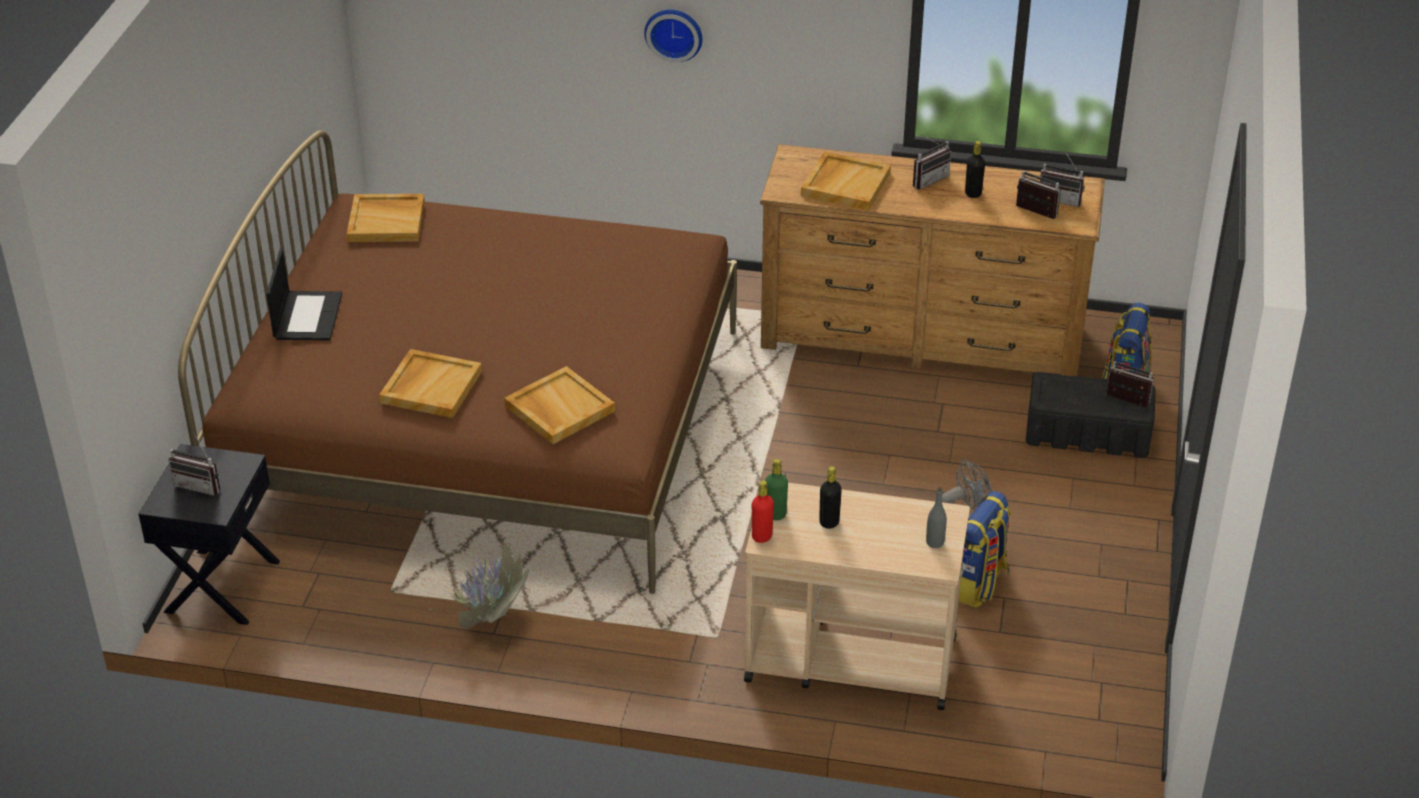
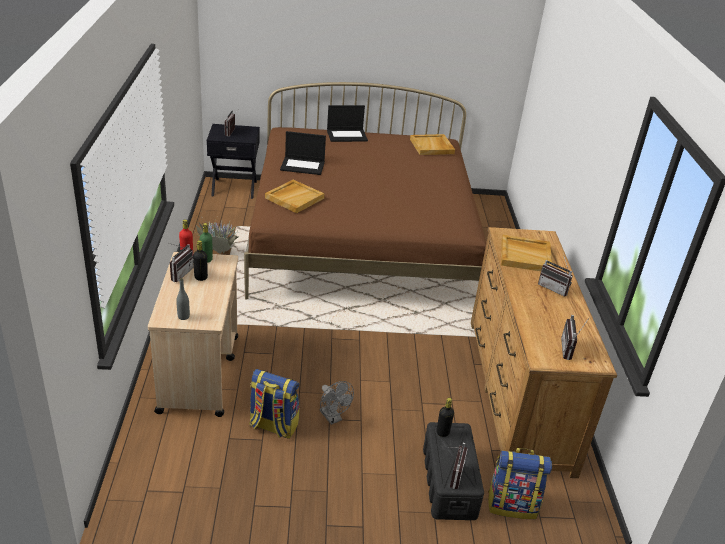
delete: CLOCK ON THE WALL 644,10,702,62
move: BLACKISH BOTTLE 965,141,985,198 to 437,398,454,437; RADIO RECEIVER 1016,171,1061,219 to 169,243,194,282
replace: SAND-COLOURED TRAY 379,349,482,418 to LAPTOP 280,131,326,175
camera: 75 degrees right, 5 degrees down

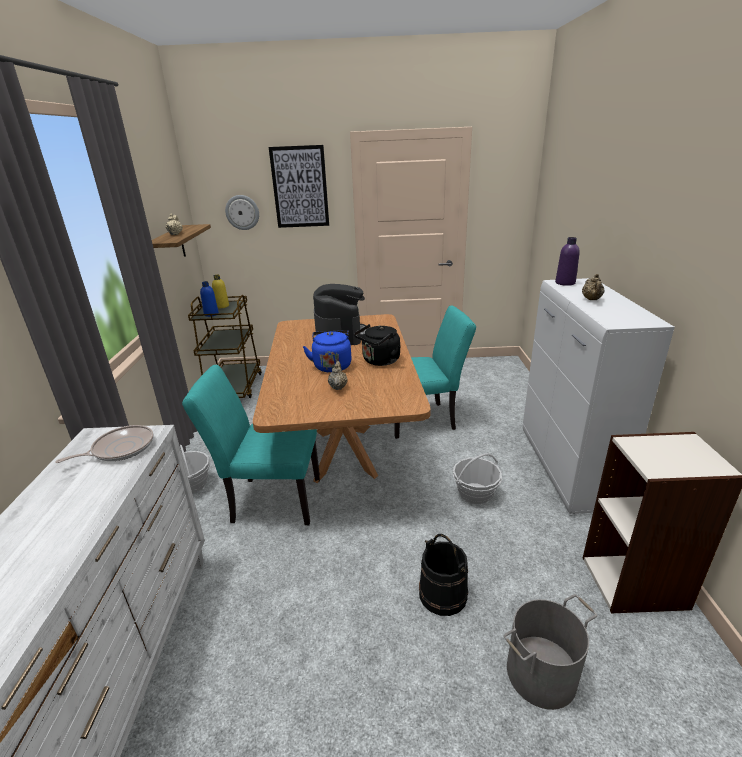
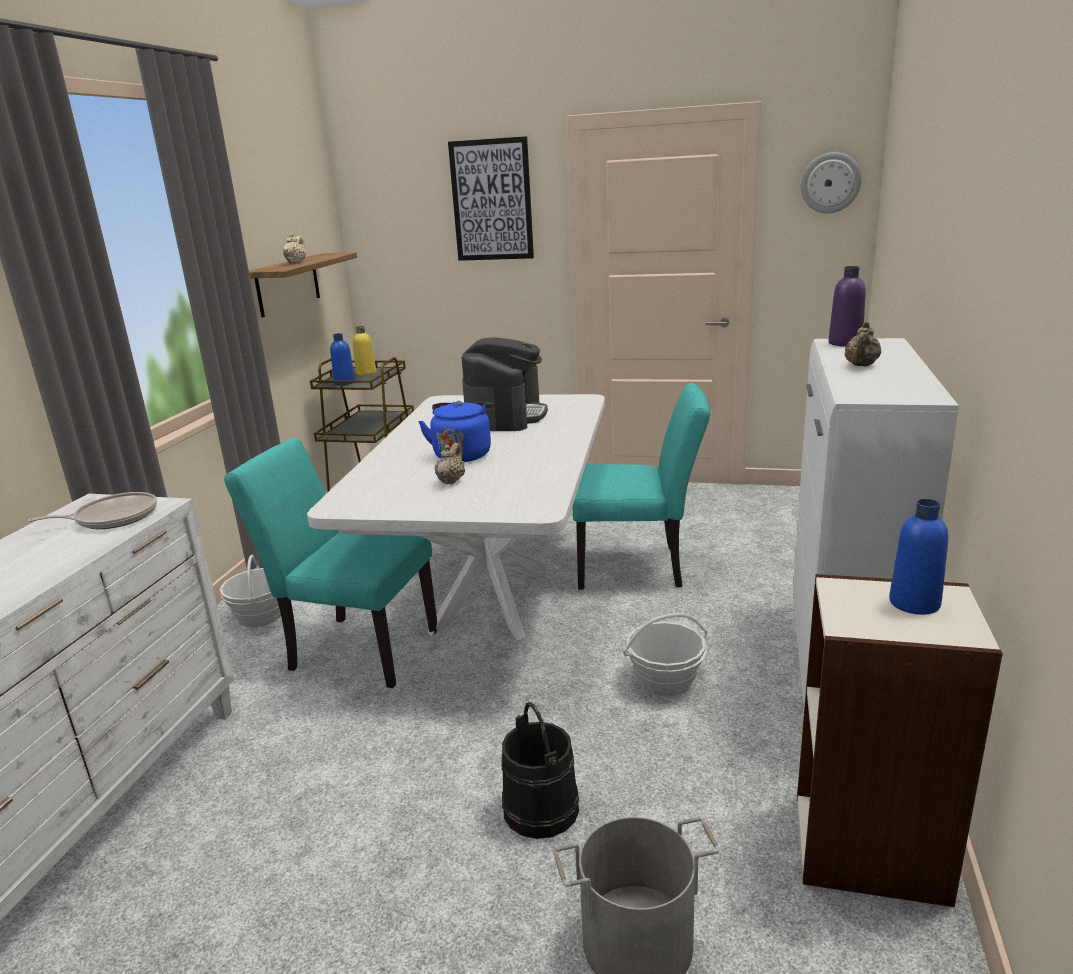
delete: BLACKISH TEA KETTLE 354,324,401,366
insert: BLUISH BOTTLE 889,499,948,615
move: CLOCK ON THE WALL 225,195,259,230 to 801,152,862,214
recolor: BROWN DINNER TABLE 253,314,431,483 to WHITE-COLOURED DINNER TABLE 307,394,605,640
camera: 15 degrees right, 5 degrees down

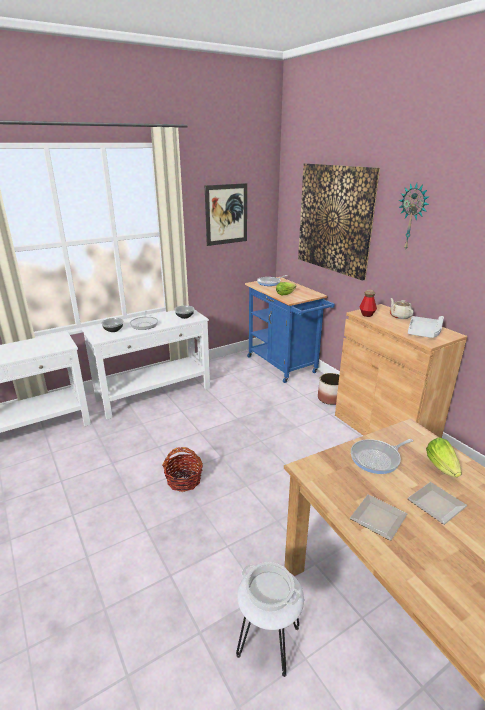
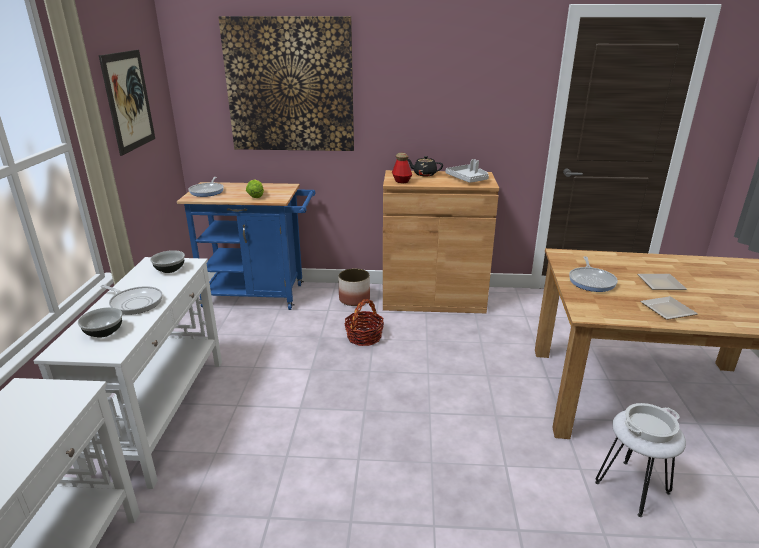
delete: CLOCK ON THE WALL 399,183,430,251; LETTUCE HEAD 426,437,462,477
move: BASKET 162,447,203,492 to 345,299,384,346
recolor: SAND-COLOURED POT FOR TEA 390,298,414,319 to BLACKISH POT FOR TEA 407,156,443,176
camera: 55 degrees left, 0 degrees up

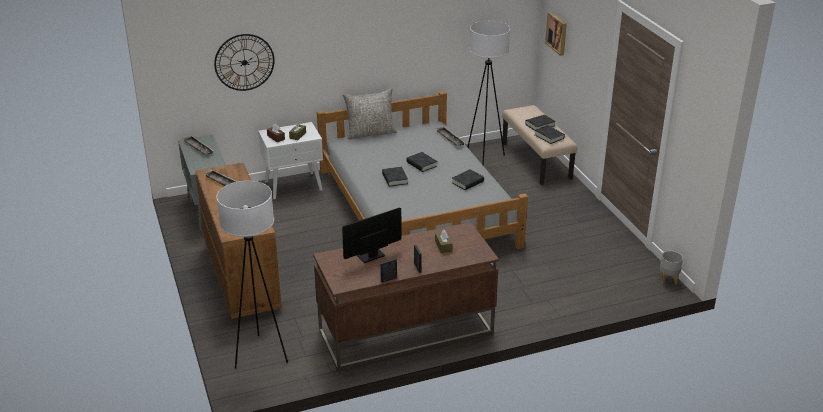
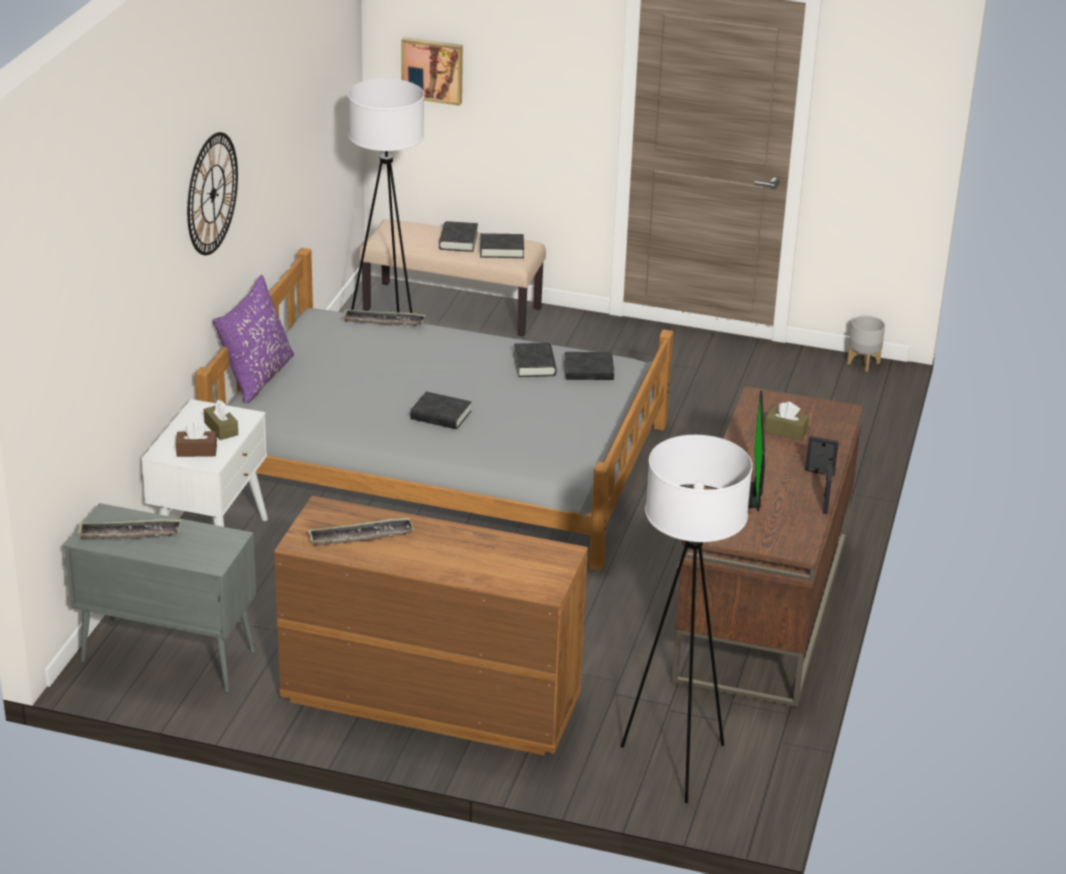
move: CLOCK ON THE WALL 214,34,275,91 to 187,132,238,255; BLACKISH BOOK 406,152,437,172 to 564,352,614,380
recolor: GREY THROW PILLOW 343,88,397,139 to PURPLISH THROW PILLOW 212,275,294,404
camera: 55 degrees left, 0 degrees up

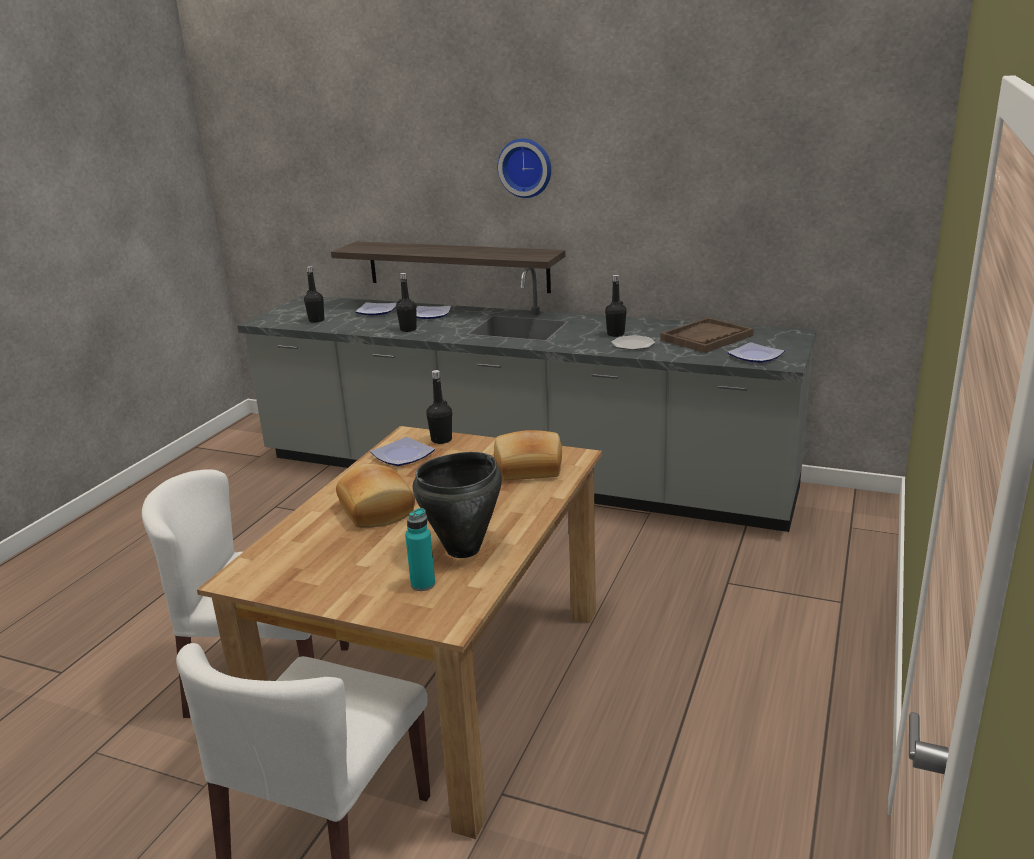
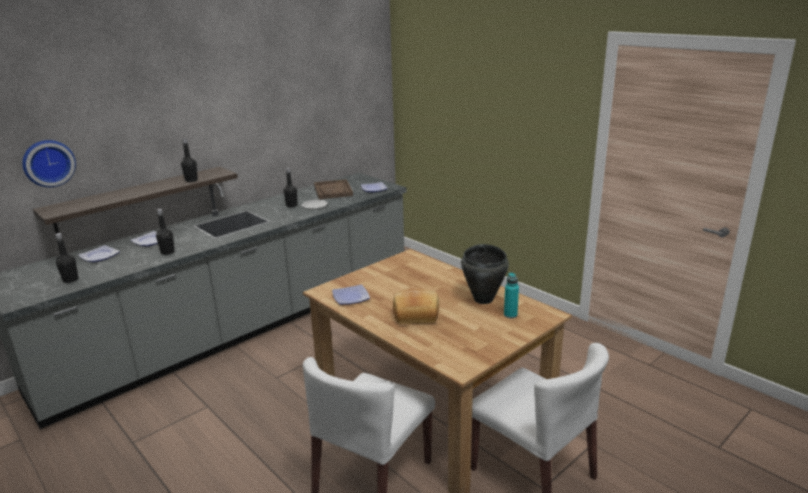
delete: BAKERY BREAD 494,430,562,480
move: CLOCK ON THE WALL 498,139,551,198 to 22,140,76,187; BLACKISH BOTTLE 426,370,452,444 to 181,138,198,182
camera: 65 degrees left, 0 degrees up

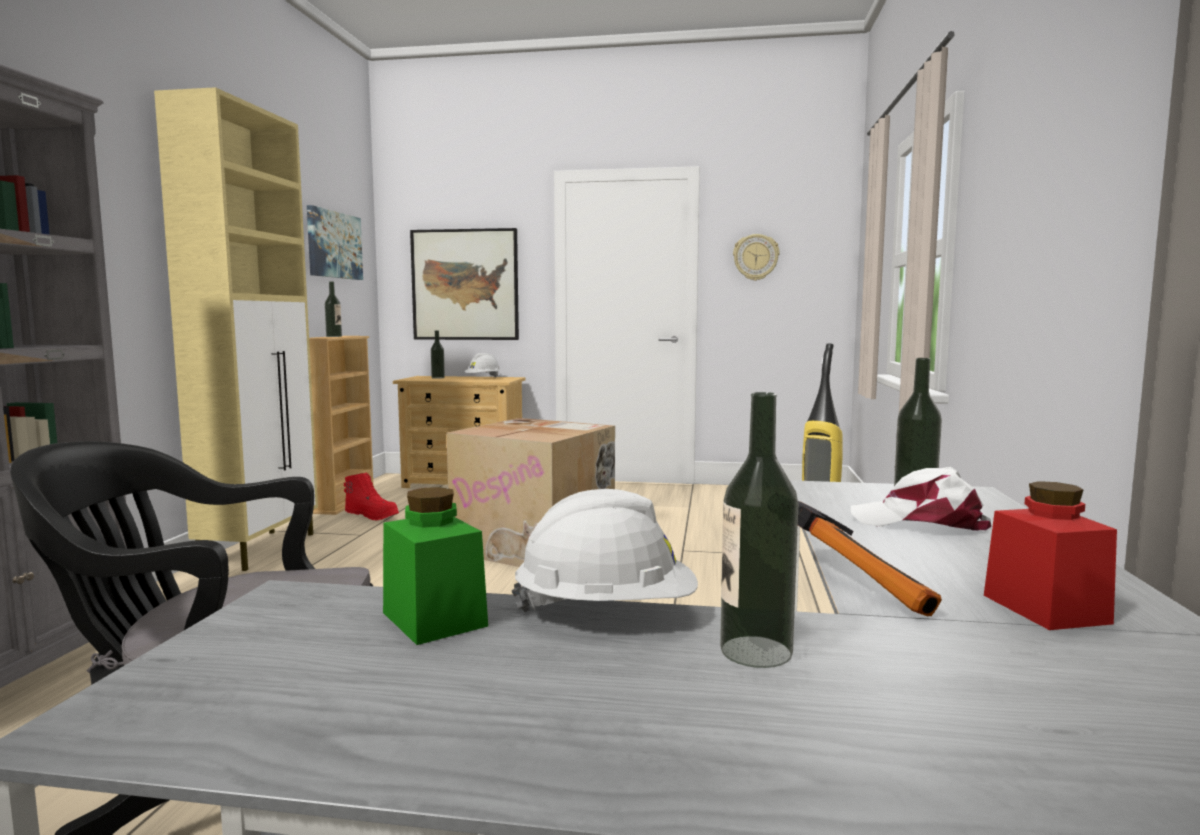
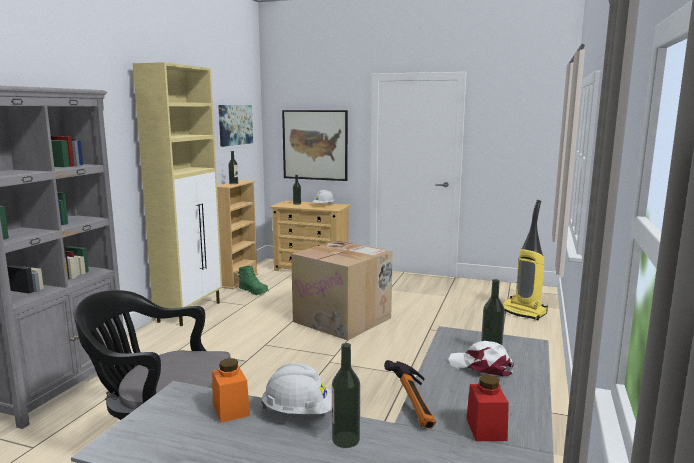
delete: CLOCK ON THE WALL 733,234,780,281
recolor: RED-COLOURED HIGH-TOP BOOT 344,472,399,521 to GREENISH HIGH-TOP BOOT 238,266,269,295; GREENISH JAR 383,487,488,645 to ORANGE-COLOURED JAR 212,358,250,423
camera: 10 degrees right, 5 degrees up

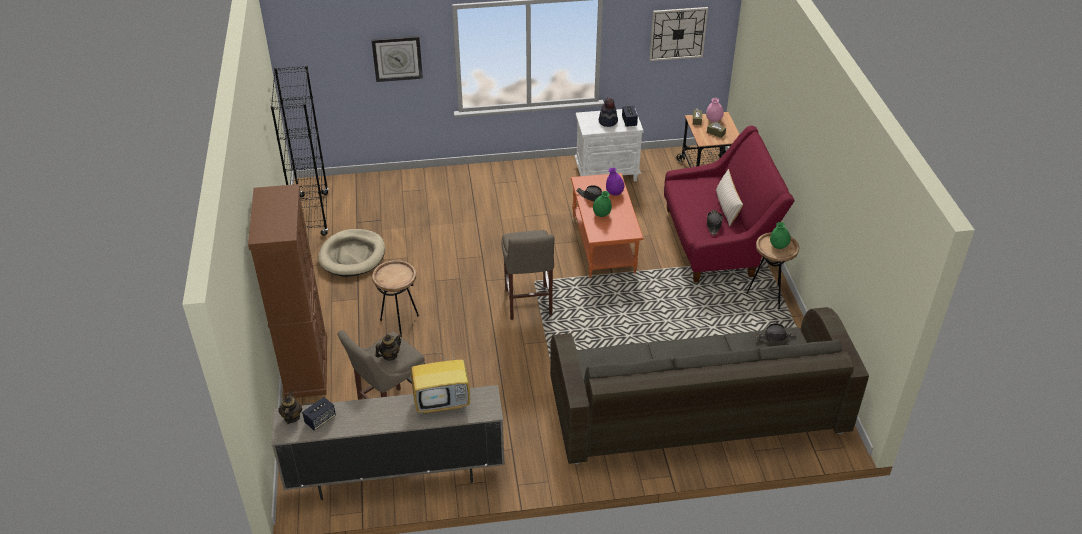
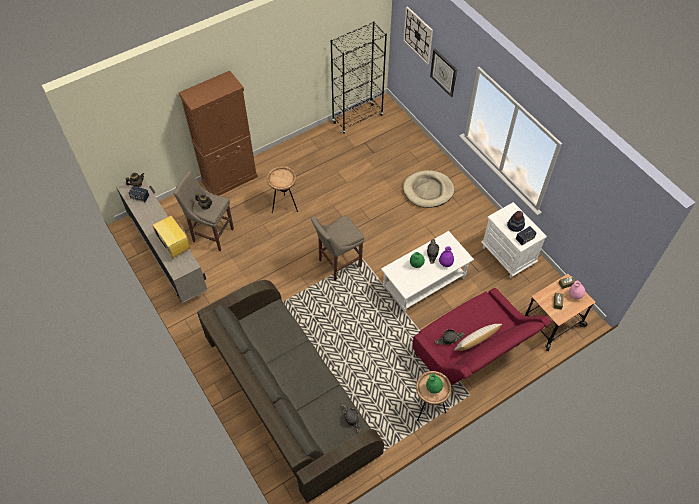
move: CLOCK ON THE WALL 649,7,708,61 to 403,6,433,64; SAND-COLOURED DOG CUSHION 318,229,385,277 to 403,170,454,208
recolor: ORANGE-COLOURED LOW TABLE 571,173,643,278 to WHITE-COLOURED LOW TABLE 381,231,474,314
camera: 65 degrees right, 15 degrees up

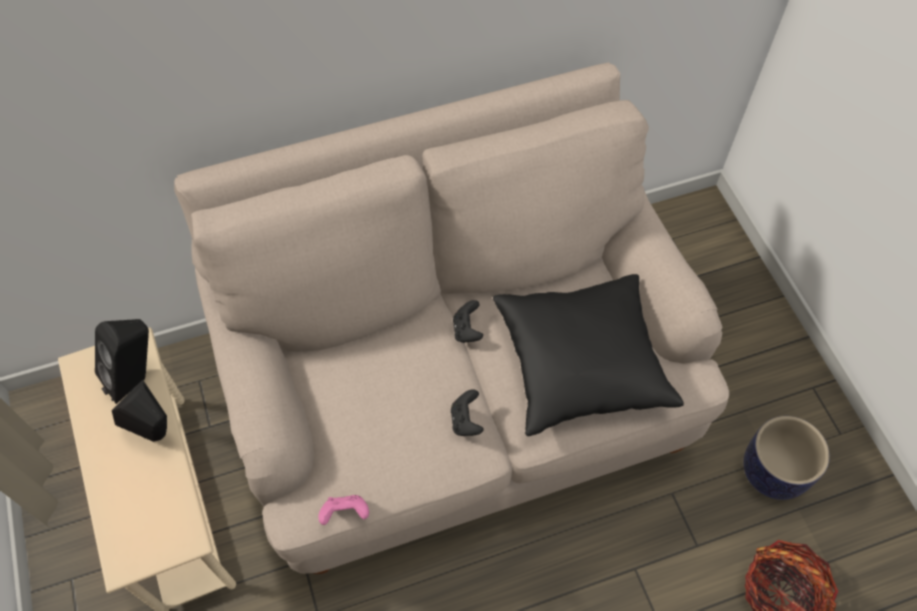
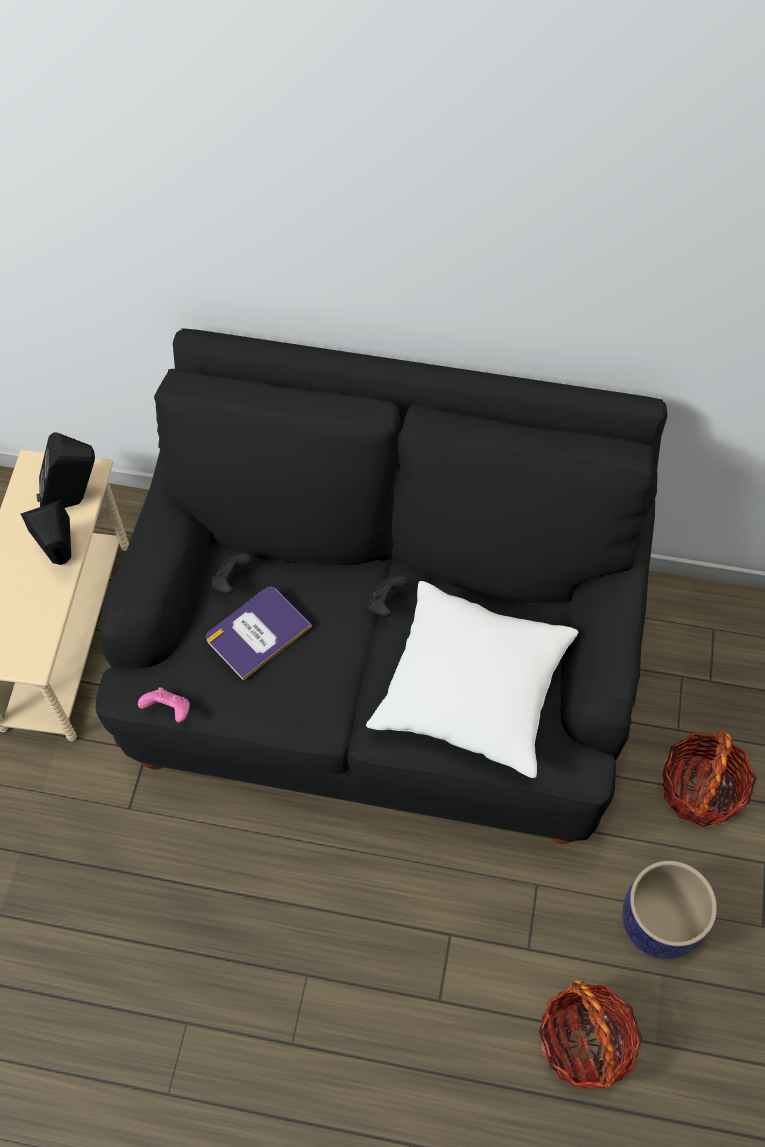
insert: BOOK 206,587,312,681; BASKET 662,729,757,827
move: BLACKISH JOYPAD 451,389,484,436 to 211,553,251,594
recolor: SAND-COLOURED COUCH 174,62,729,574 to BLACKISH COUCH 96,328,668,844; BLACKISH THROW PILLOW 493,274,684,436 to WHITE-COLOURED THROW PILLOW 366,581,579,778
camera: 30 degrees right, 0 degrees up

